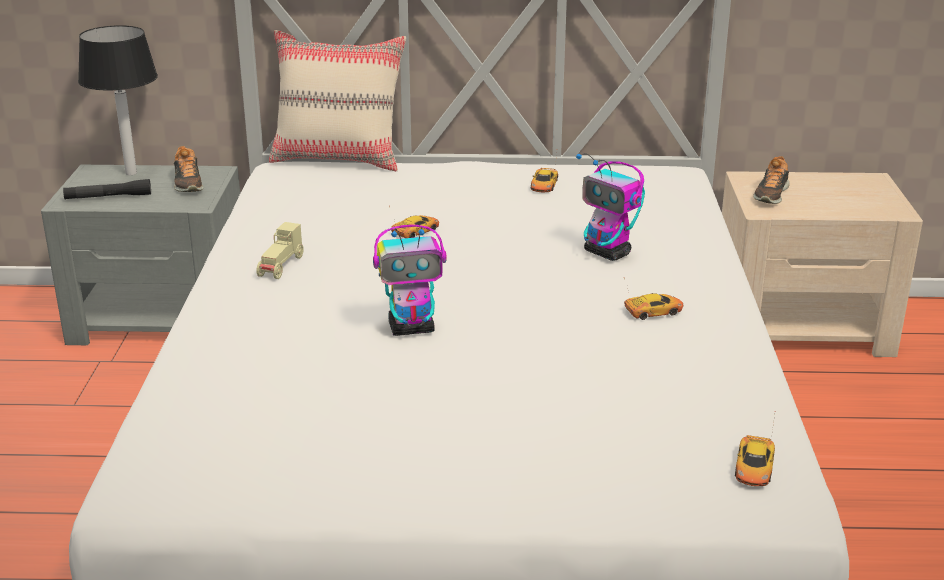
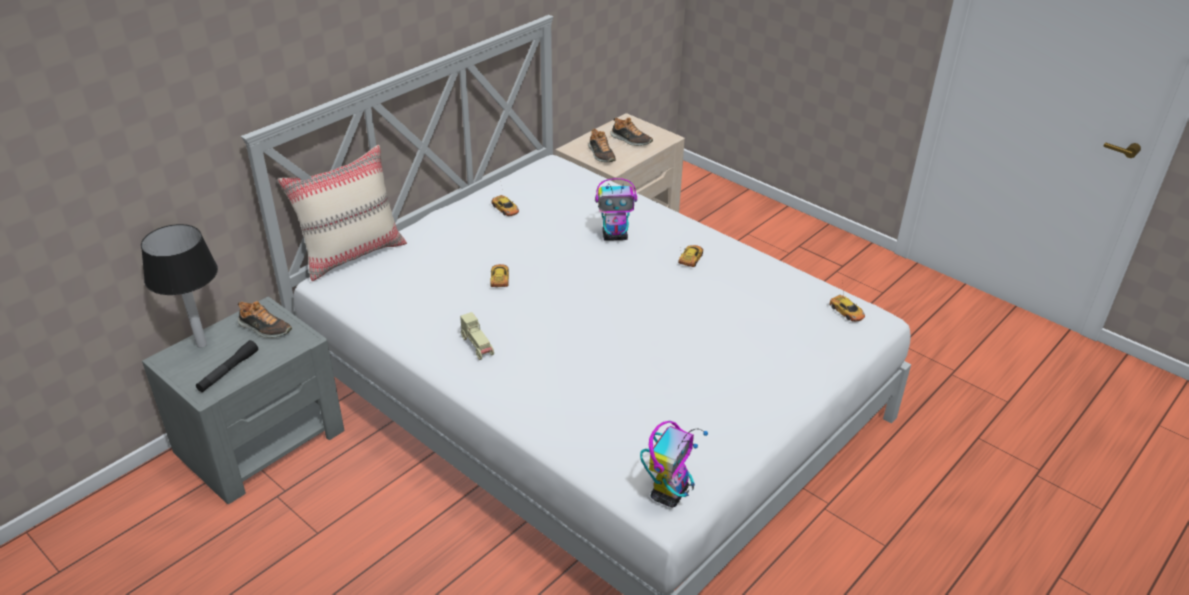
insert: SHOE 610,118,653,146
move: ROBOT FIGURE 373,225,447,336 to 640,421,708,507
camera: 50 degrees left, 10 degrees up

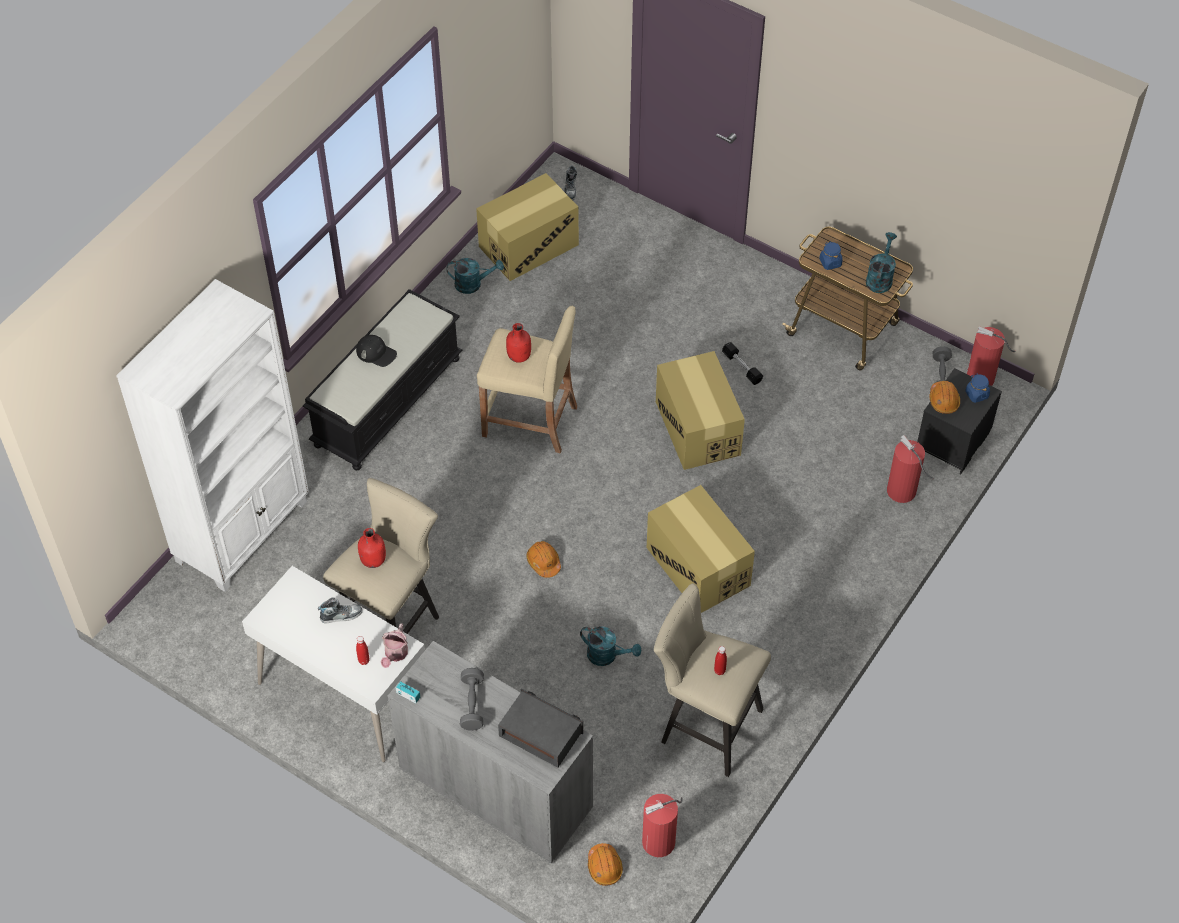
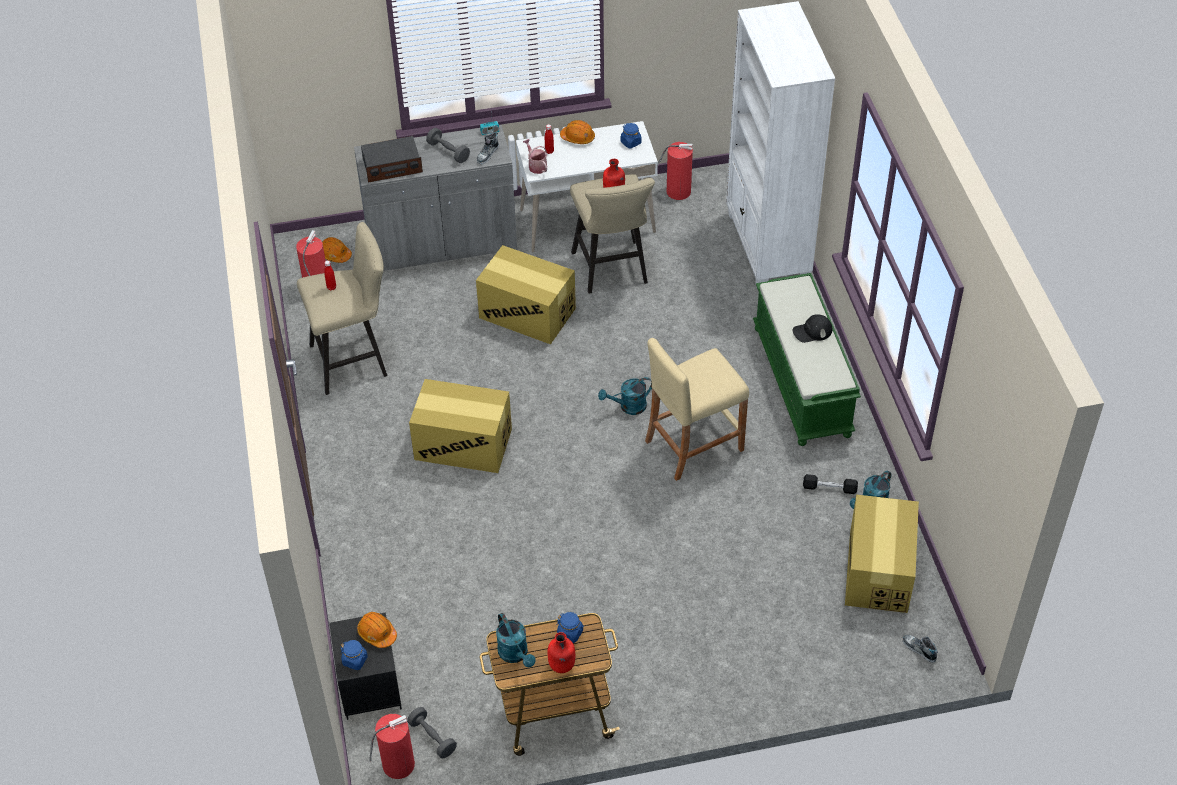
insert: BLUISH JAR 620,123,641,149
move: RED-COLOURED BOTTLE 506,323,531,363 to 548,632,575,673; BLACKISH DUMBBELL 722,342,763,385 to 803,474,858,494; CARDBOARD BOX 656,351,745,470 to 476,245,576,344; FIRE-FIGHTING CYLINDER 887,435,934,503 to 658,142,693,200; ORANGE-COLOURED HARD HAT 526,541,561,578 to 560,120,595,144; SHOE 318,597,362,623 to 477,132,499,164; TURQUOISE-COLOURED WATERING POT 580,626,641,666 to 598,377,652,415
recolor: BLACKISH BENCH 303,289,462,470 to GREENISH BENCH 753,273,861,446
camera: 135 degrees right, 5 degrees down

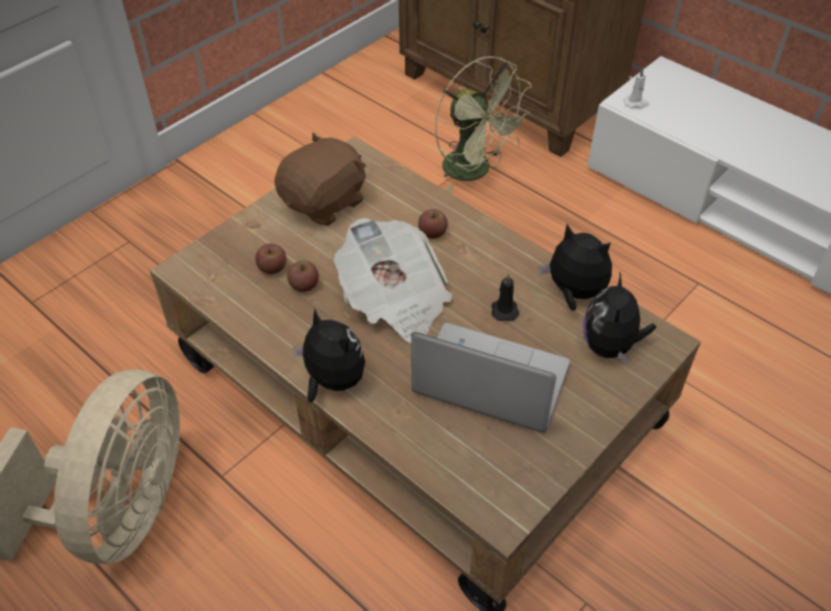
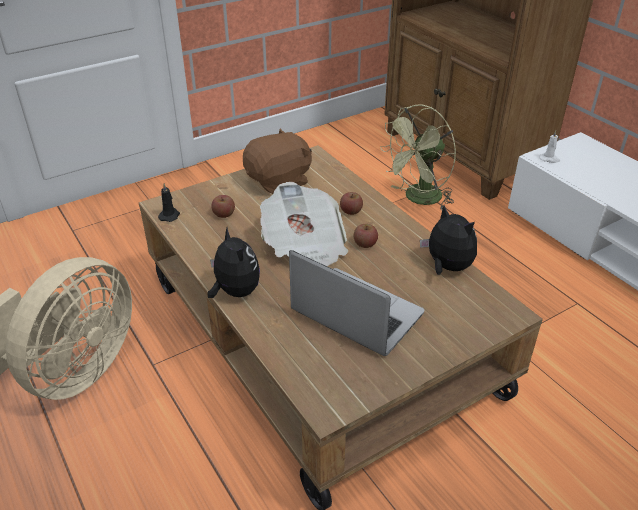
delete: PLUSH TOY 583,273,656,365
move: WHOLE APPLE 287,261,319,292 to 354,224,378,248; BLACKISH WAX LIGHT 491,274,519,321 to 158,183,180,222
rotate: GREENISH FAN 435,56,532,193 = 380,104,456,210 75 degrees clockwise
camera: 15 degrees right, 10 degrees down

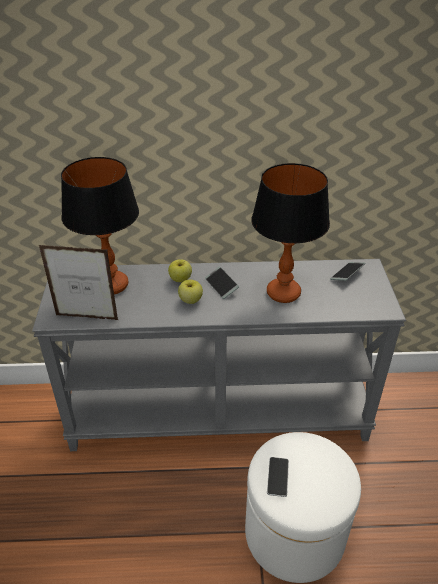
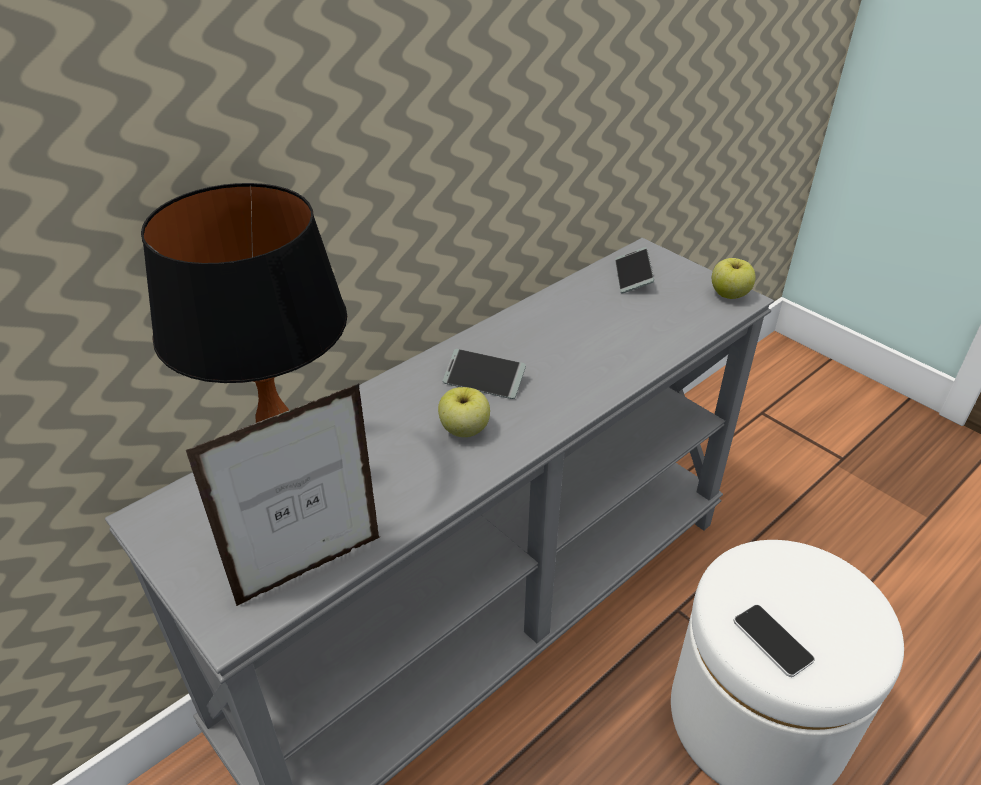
delete: TABLE LAMP 251,163,330,303
move: WHOLE APPLE 168,259,192,282 to 712,258,756,299
camera: 40 degrees left, 0 degrees up

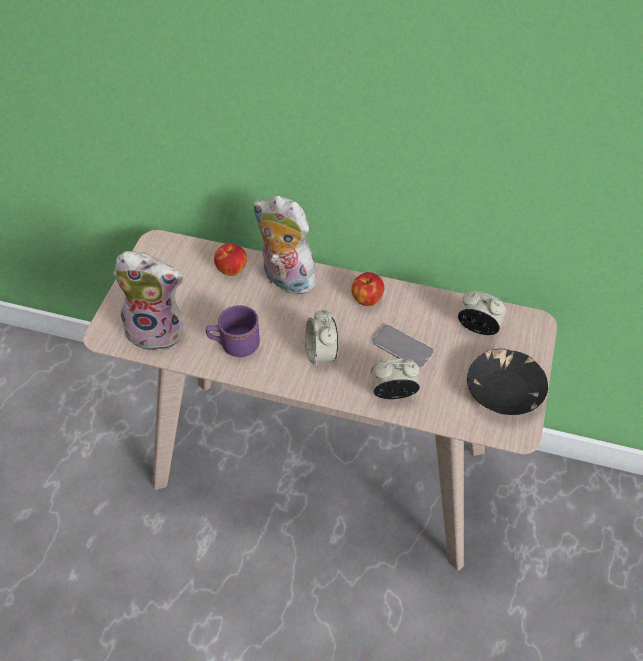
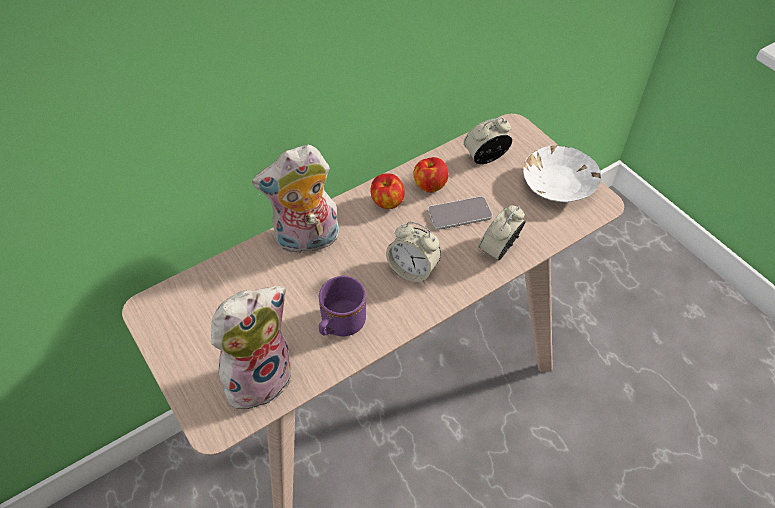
move: WHOLE APPLE 214,244,247,276 to 413,157,449,193
recolor: BLACKISH BOWL 467,349,548,415 to WHITE-COLOURED BOWL 523,145,601,202
camera: 50 degrees left, 0 degrees up

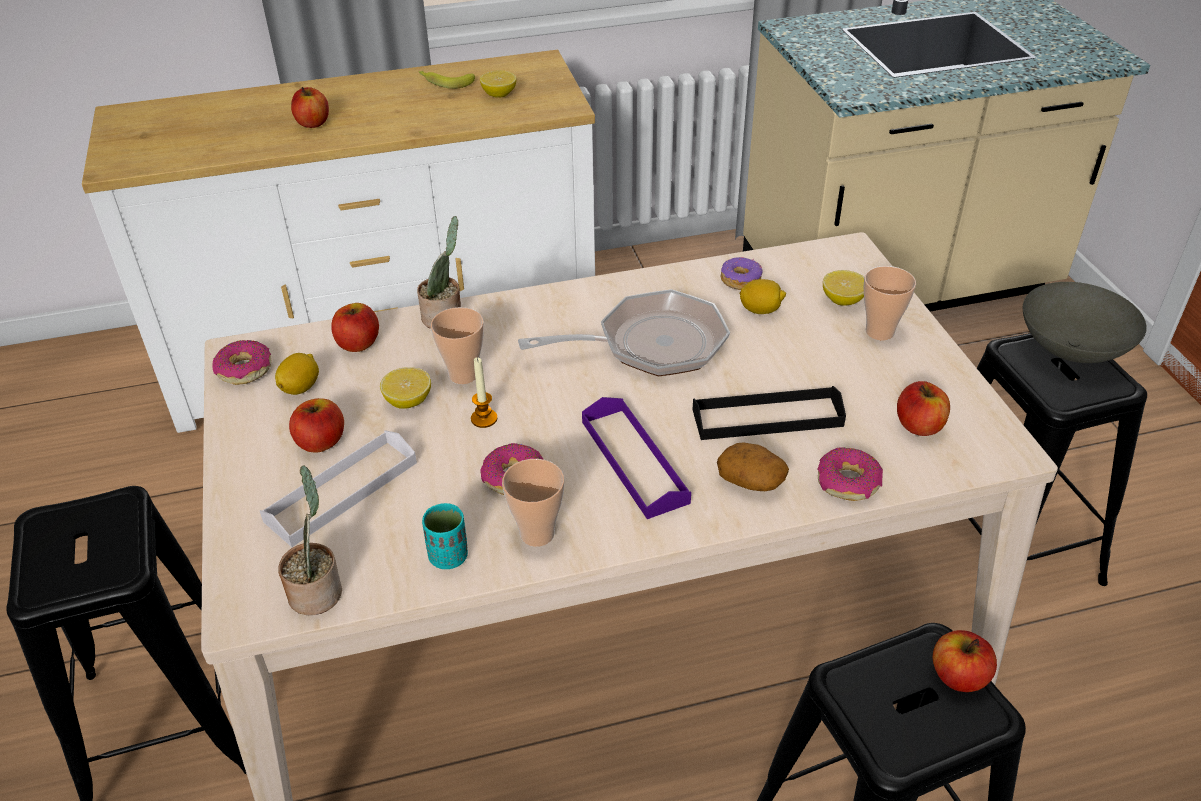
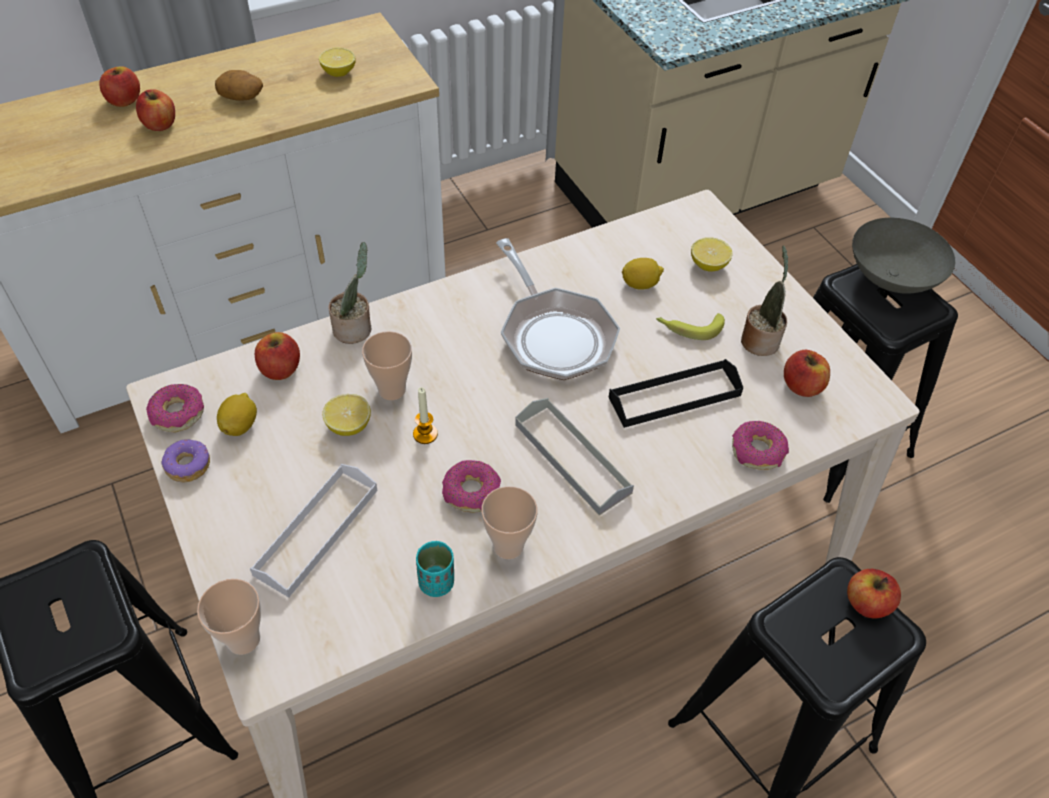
move: BANANA FRUIT 419,71,475,89 to 656,313,725,340; DONUT 721,257,762,290 to 162,439,210,483; SMALL CUP 864,266,916,341 to 197,579,261,655; WHOLE APPLE 289,398,344,452 to 99,66,140,107; POTATO 717,443,789,491 to 215,70,263,101; PLANT IN A POT 278,465,342,615 to 741,245,789,356
recolor: PURPLISH TRAY 582,397,691,519 to GREY TRAY 515,398,634,516
rotate: PAN 518,289,730,376 = 496,238,620,380 90 degrees clockwise
camera: 15 degrees left, 10 degrees up

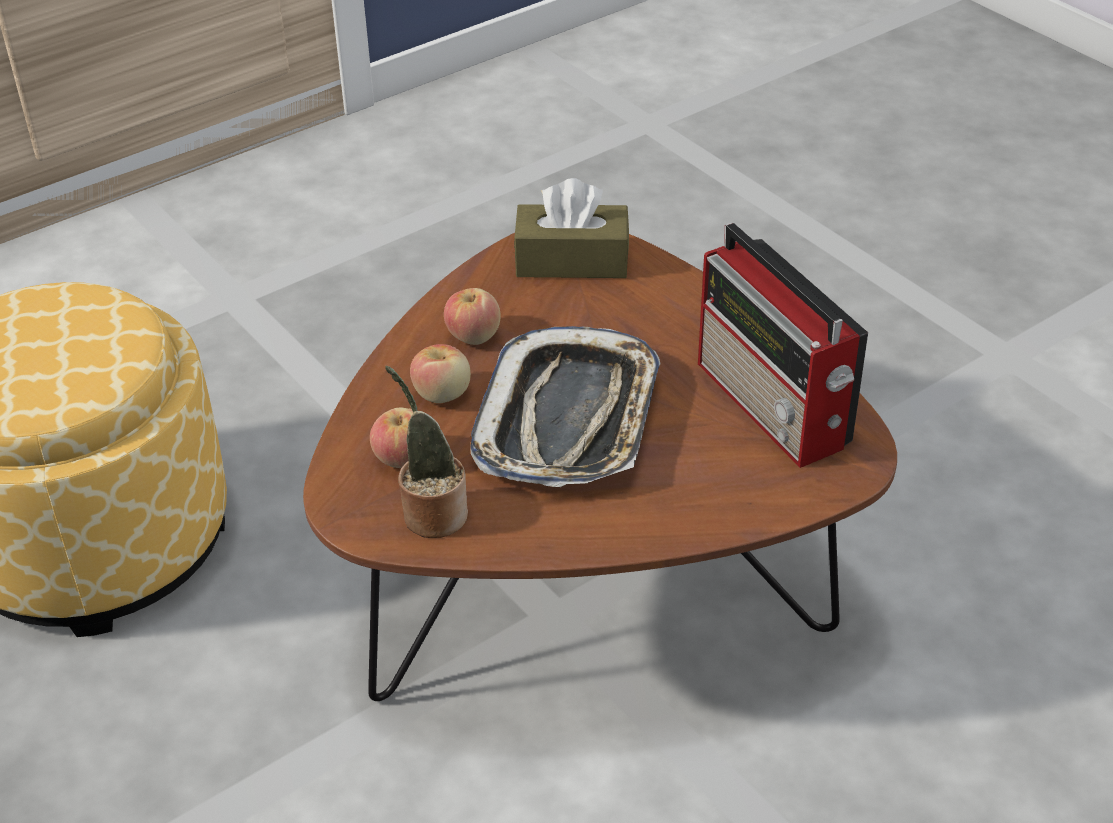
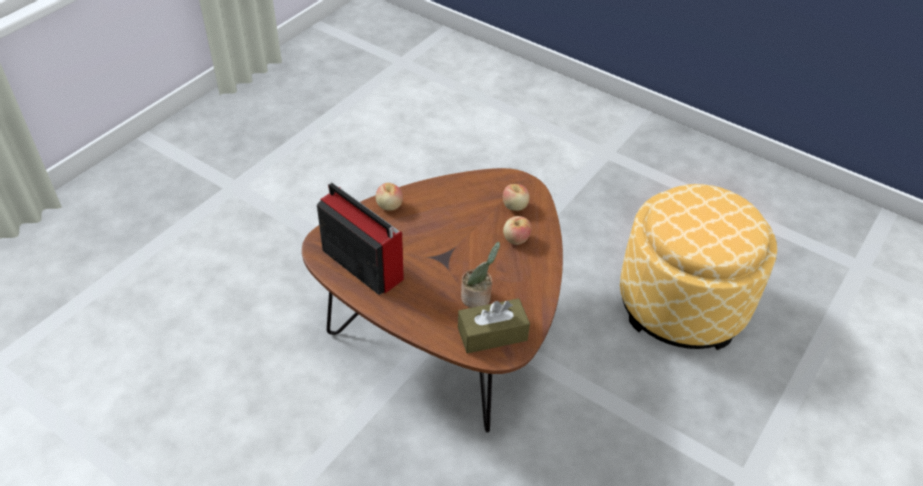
delete: TRAY 470,326,660,487
move: WHOLE APPLE 444,288,501,345 to 376,183,403,211; PLANT IN A POT 386,366,468,538 to 461,242,500,308
camera: 160 degrees right, 5 degrees up

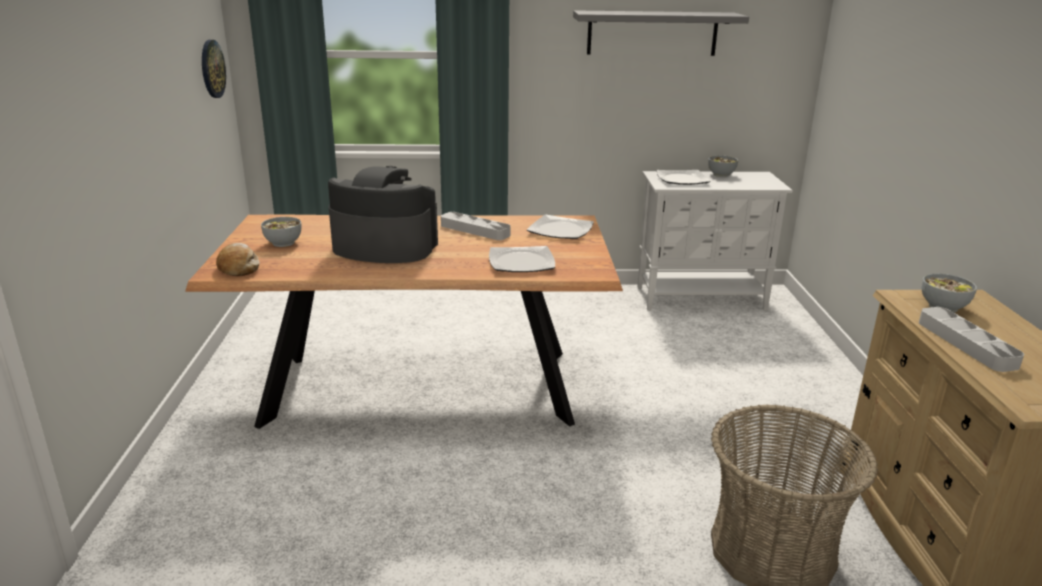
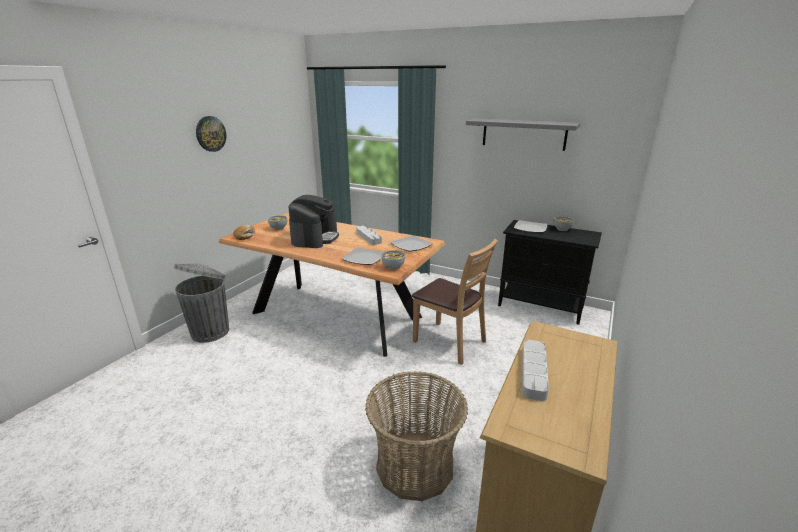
insert: BROWN CHAIR 412,239,498,365; GREY TRASH CAN 174,263,229,343
move: CLOCK ON THE WALL 202,40,226,98 to 196,116,226,152; BOWL 922,273,977,313 to 381,250,405,270
recolor: WHITE-COLOURED CUPBOARD 637,171,793,311 to BLACKISH CUPBOARD 498,220,602,325
rotate: COFFEE BREWER 328,166,438,263 = 289,195,339,248 60 degrees clockwise
camera: 30 degrees right, 0 degrees up

